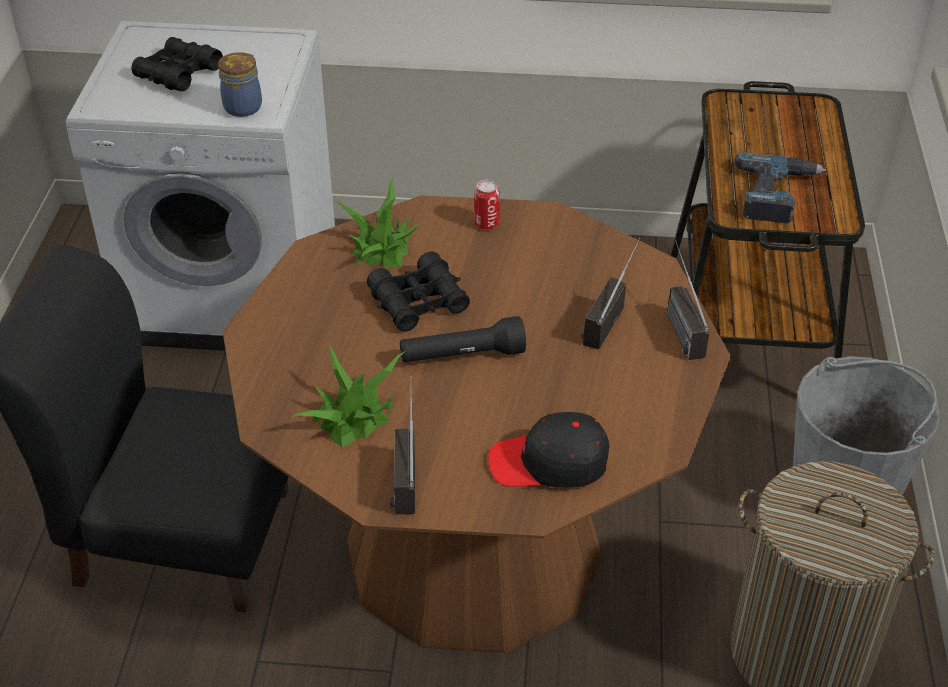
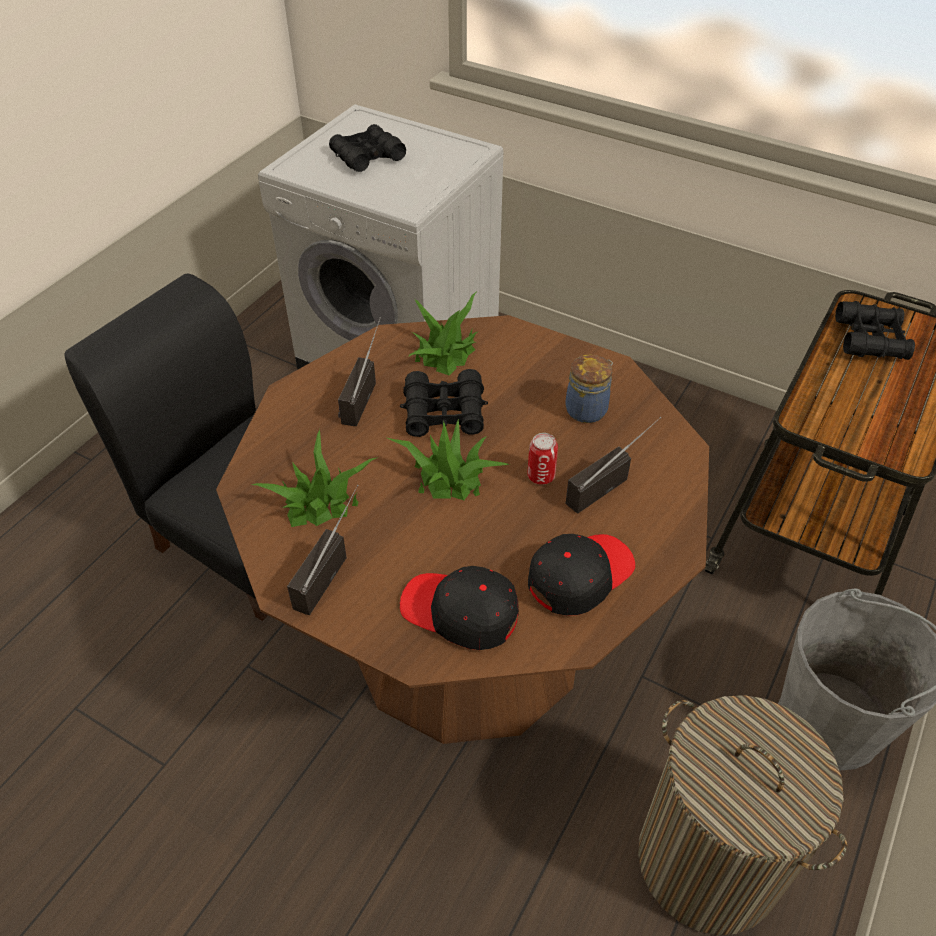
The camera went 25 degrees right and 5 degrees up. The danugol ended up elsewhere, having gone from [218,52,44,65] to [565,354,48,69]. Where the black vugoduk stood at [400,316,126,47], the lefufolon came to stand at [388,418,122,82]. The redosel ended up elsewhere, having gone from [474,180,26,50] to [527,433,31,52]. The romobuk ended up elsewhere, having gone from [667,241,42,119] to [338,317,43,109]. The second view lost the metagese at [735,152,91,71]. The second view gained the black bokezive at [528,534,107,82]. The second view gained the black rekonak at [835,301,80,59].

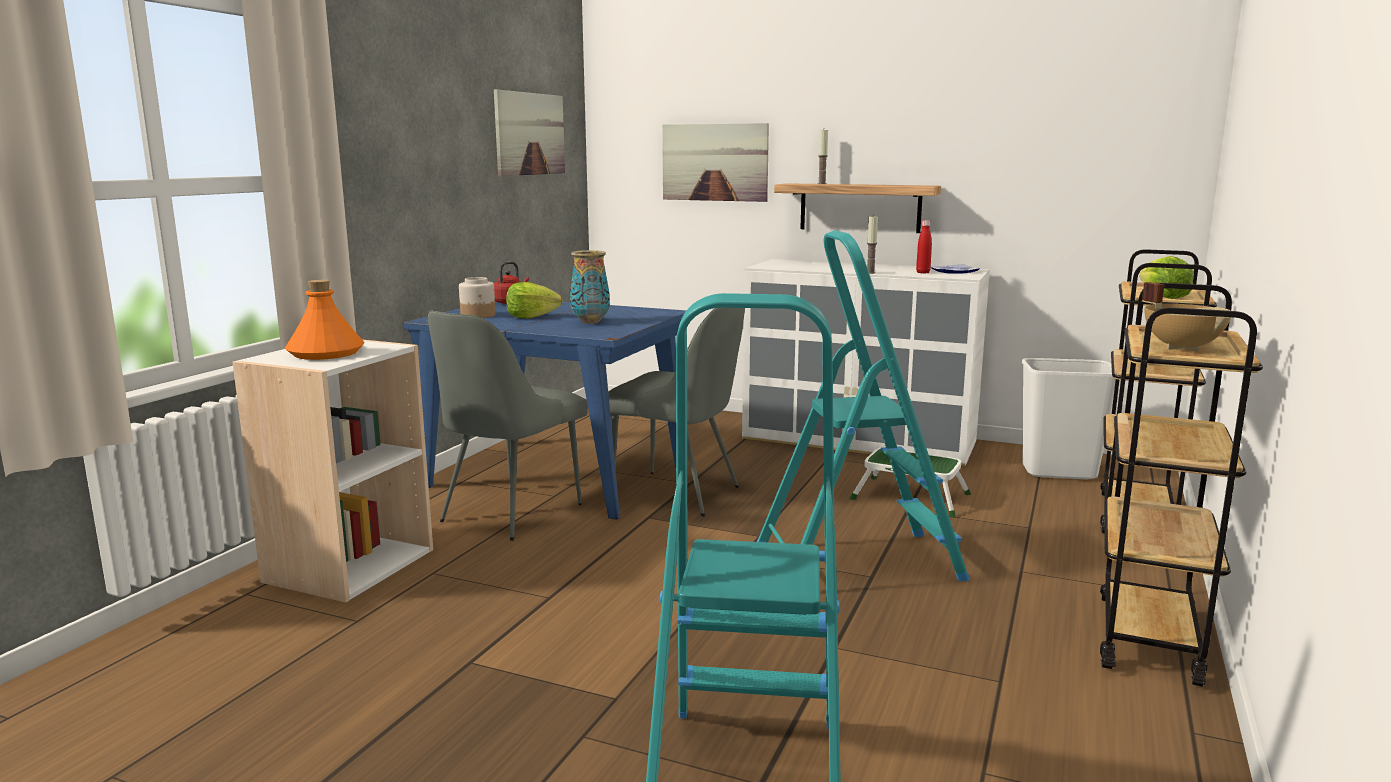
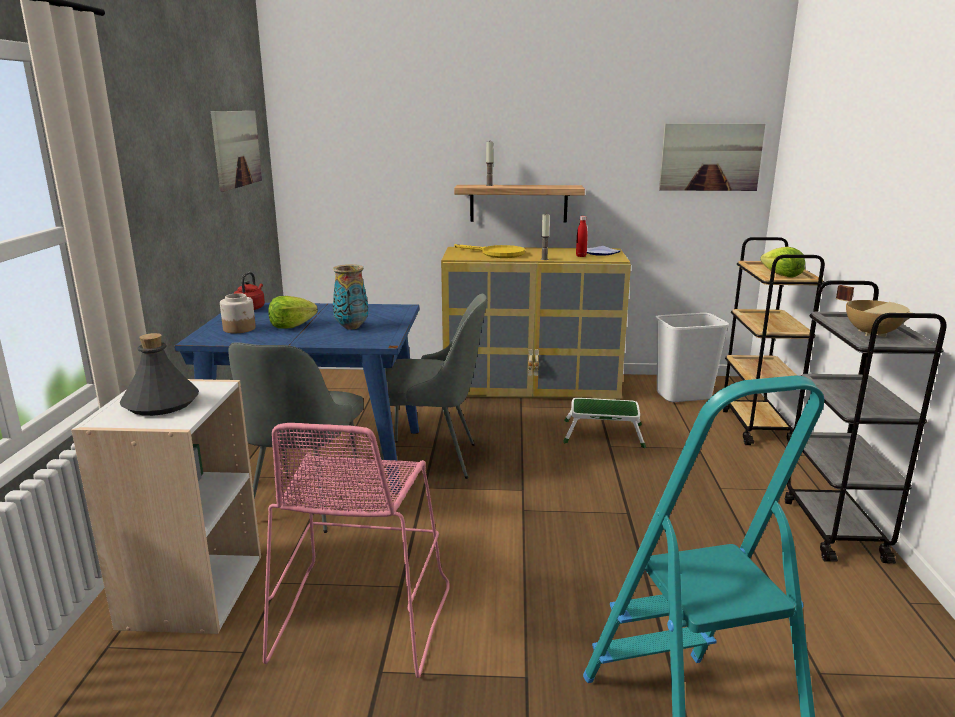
The camera went 20 degrees left and 5 degrees up. What was the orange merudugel at [285,280,80,80] turned into the grey merudugel at [120,333,79,83]. The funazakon ended up elsewhere, having gone from [662,123,107,79] to [659,123,106,68]. What was the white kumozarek at [742,259,248,207] turned into the yellow kumozarek at [441,247,190,153]. The second view lost the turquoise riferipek at [757,230,213,351]. What was the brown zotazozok at [1100,283,163,404] turned into the grey zotazozok at [784,281,162,283]. The second view gained the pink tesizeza at [263,423,187,255]. The second view gained the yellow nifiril at [454,244,71,14].

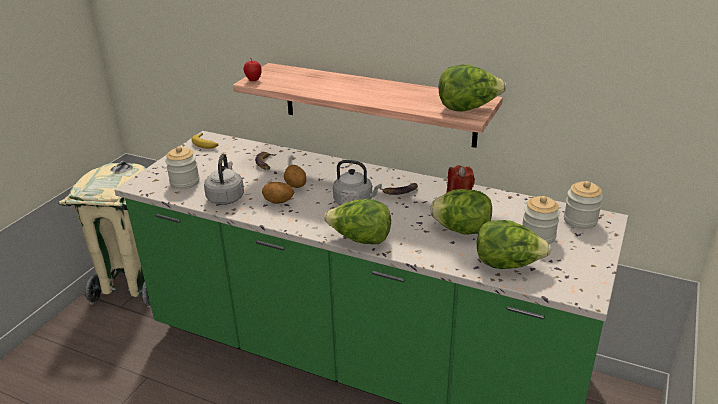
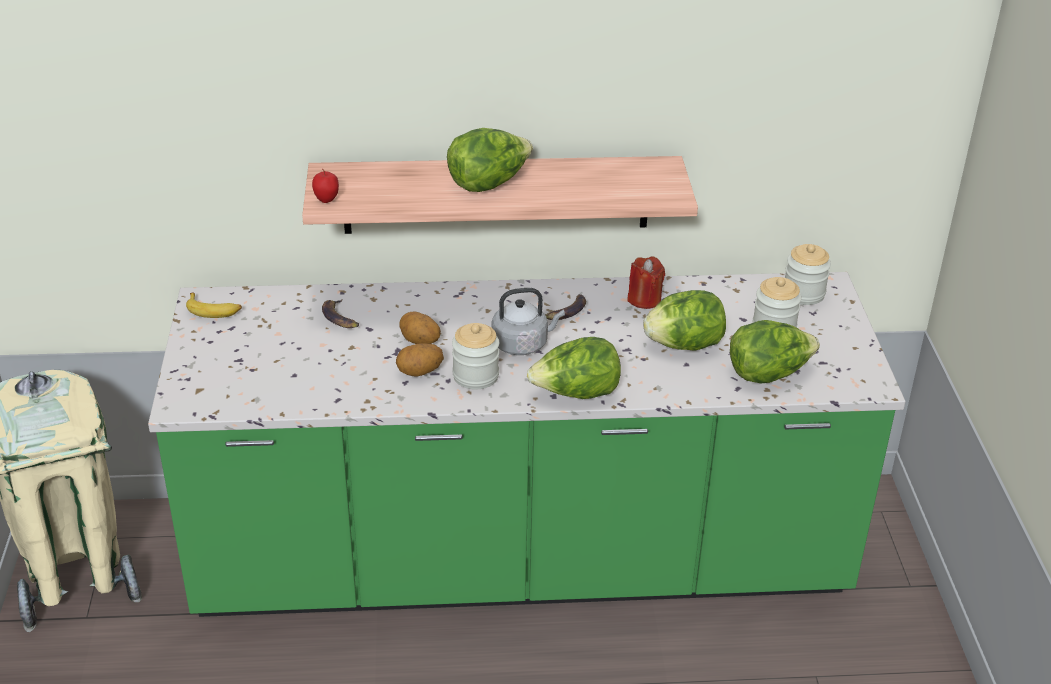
The camera went 30 degrees left and 5 degrees up. The danugol ended up elsewhere, having gone from [165,146,35,43] to [452,323,47,67]. The second view lost the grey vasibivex at [204,154,40,51]. The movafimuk ended up elsewhere, having gone from [439,64,67,47] to [447,128,86,64].

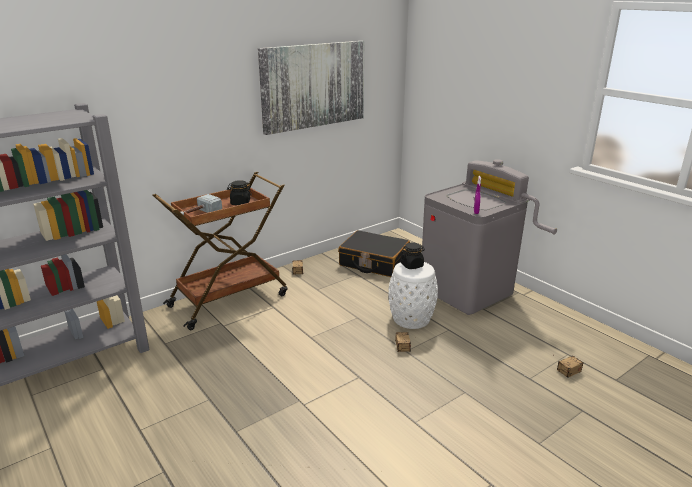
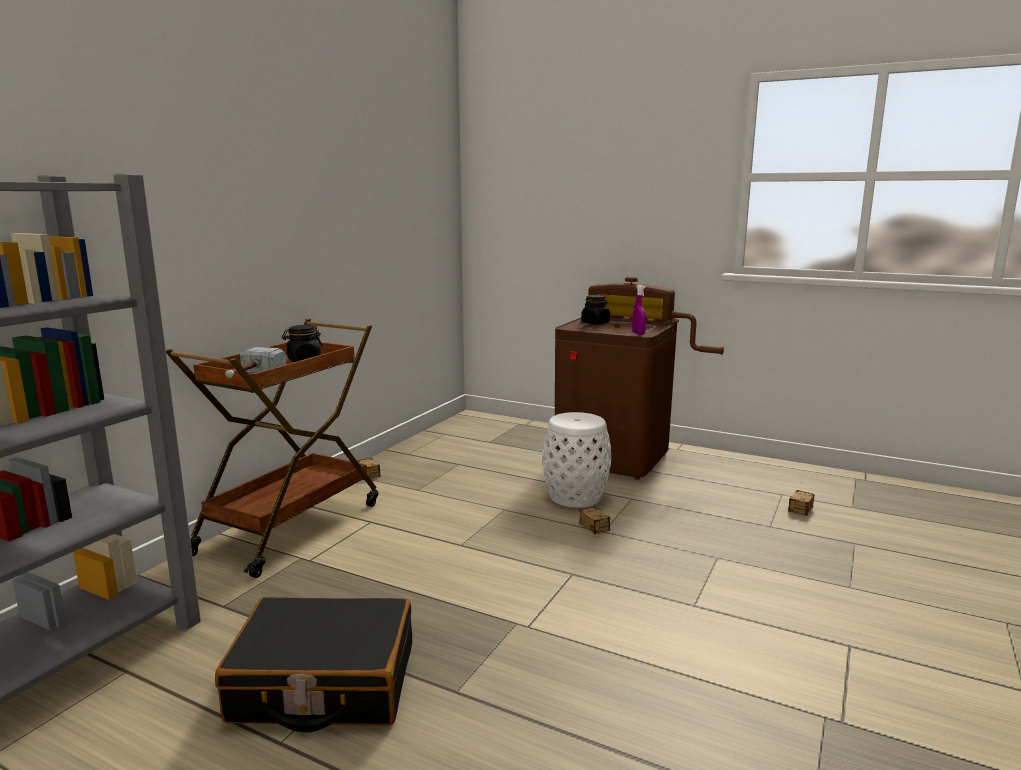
The camera went 25 degrees left and 10 degrees down. The second view lost the funazakon at [258,41,106,94]. The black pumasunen ended up elsewhere, having gone from [338,230,72,47] to [215,597,197,135]. The black danugol ended up elsewhere, having gone from [401,242,24,27] to [581,295,29,30]. What was the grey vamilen at [422,159,135,156] turned into the brown vamilen at [554,277,170,203].

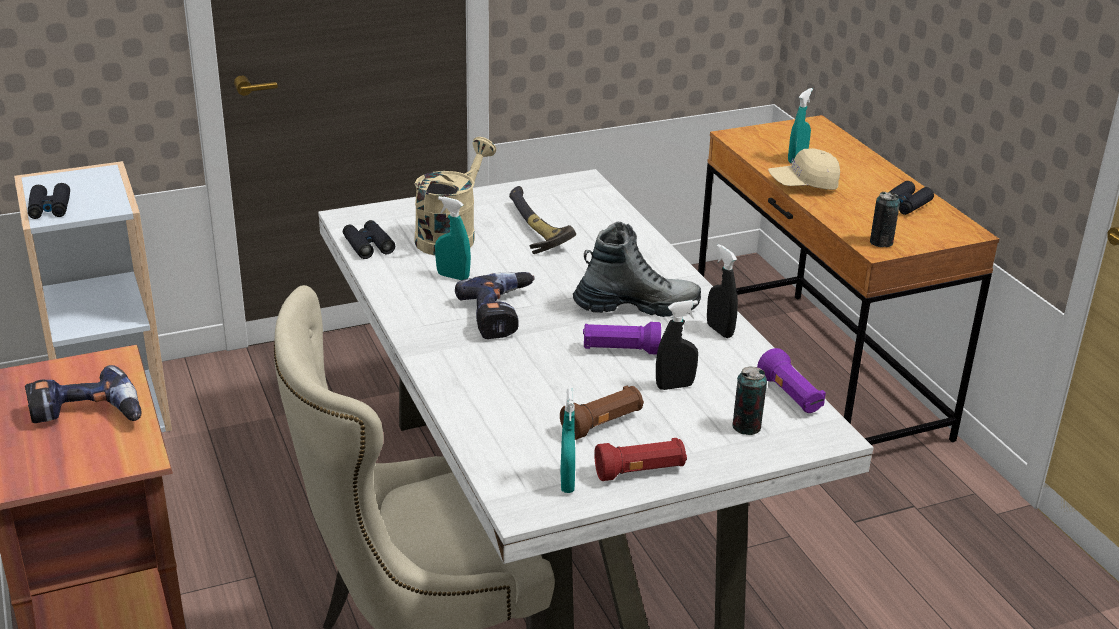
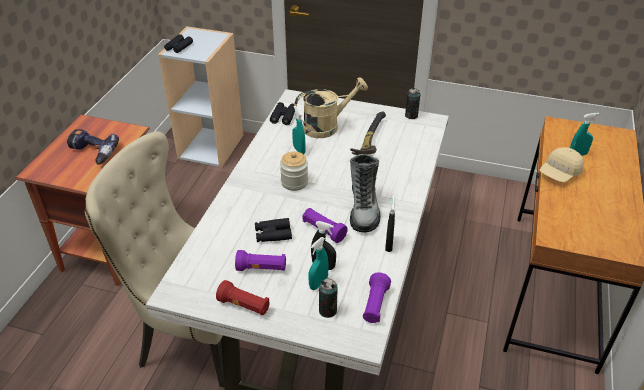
The camera went 40 degrees right and 10 degrees up. Where the metagese stood at [455,272,80,67], the danugol came to stand at [280,151,28,40]. What was the brown vugoduk at [560,385,84,55] turned into the purple vugoduk at [235,250,51,21]. The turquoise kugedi ended up elsewhere, having gone from [560,388,15,105] to [308,237,21,53]. The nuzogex at [573,222,128,95] ended up facing another way, 60 degrees clockwise from before. The beige bokezive at [768,148,72,42] ended up facing another way, 75 degrees counterclockwise from before. The redosel ended up elsewhere, having gone from [870,191,30,56] to [405,88,15,31]. The black rekonak ended up elsewhere, having gone from [889,181,45,34] to [255,218,37,24].

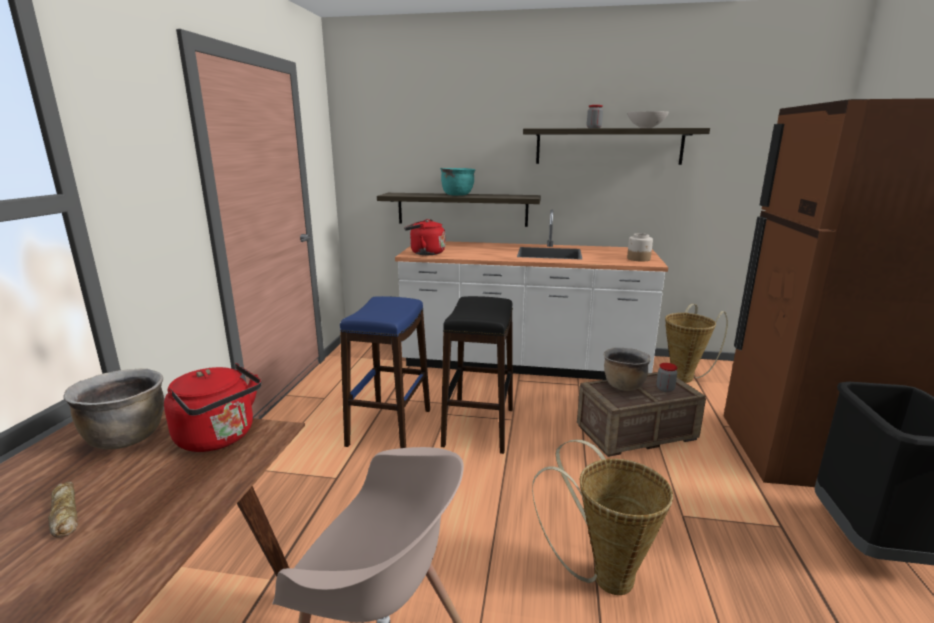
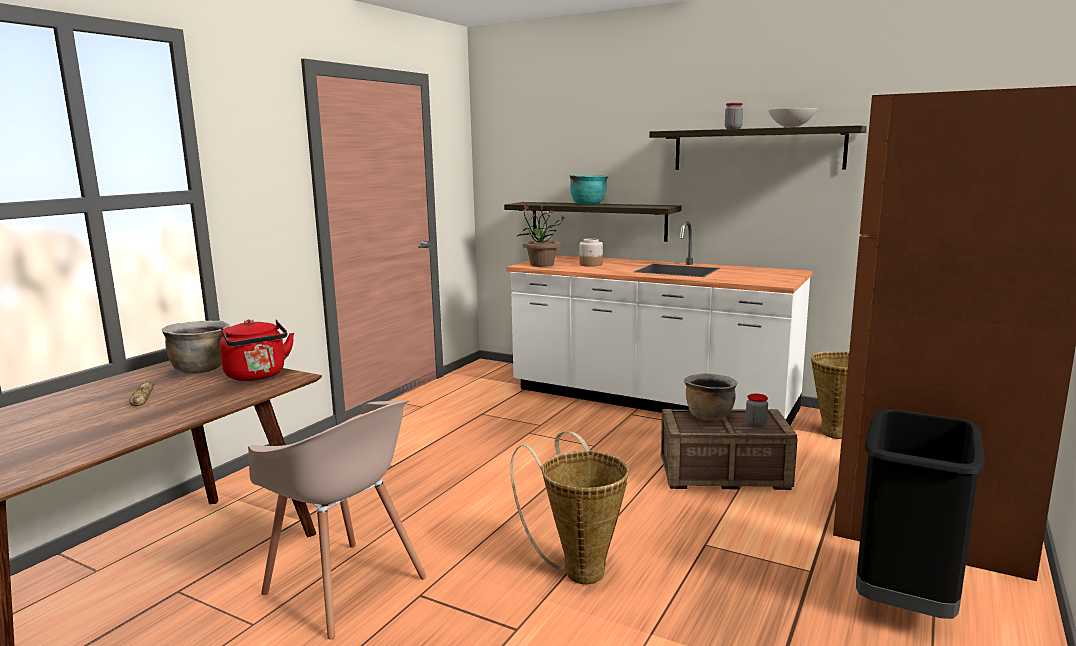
The camera went 20 degrees right and 5 degrees down. The second view lost the blue tesizeza at [340,296,90,152]. Where the red vasibivex stood at [404,219,41,36], the lefufolon came to stand at [516,204,50,63]. The second view lost the black tesizeza at [441,296,72,158]. The danugol ended up elsewhere, having gone from [627,233,26,29] to [579,238,24,29].

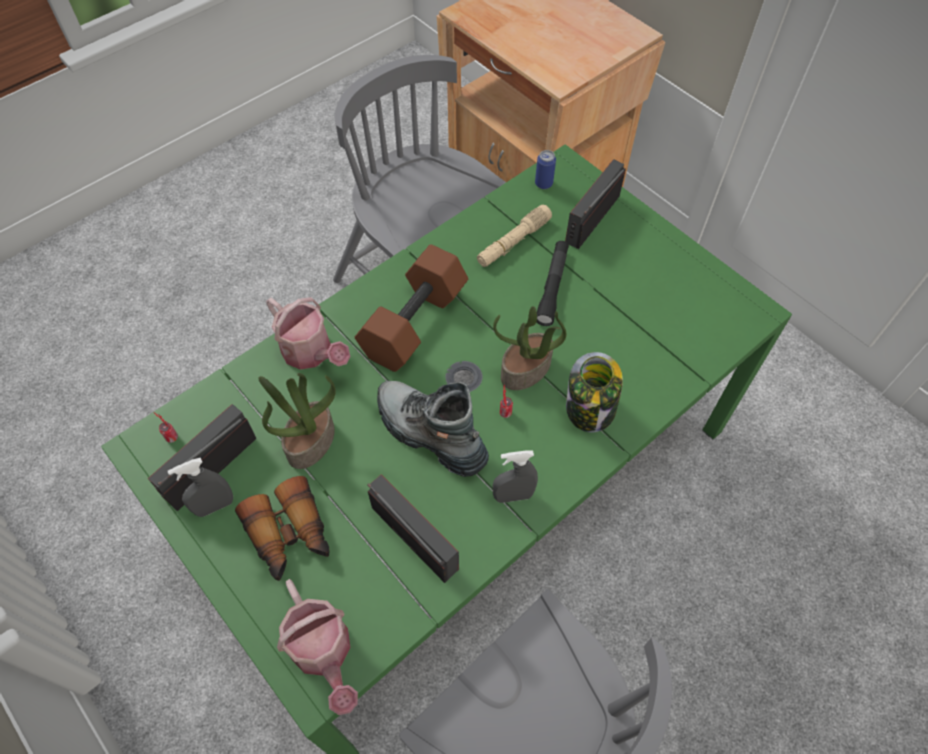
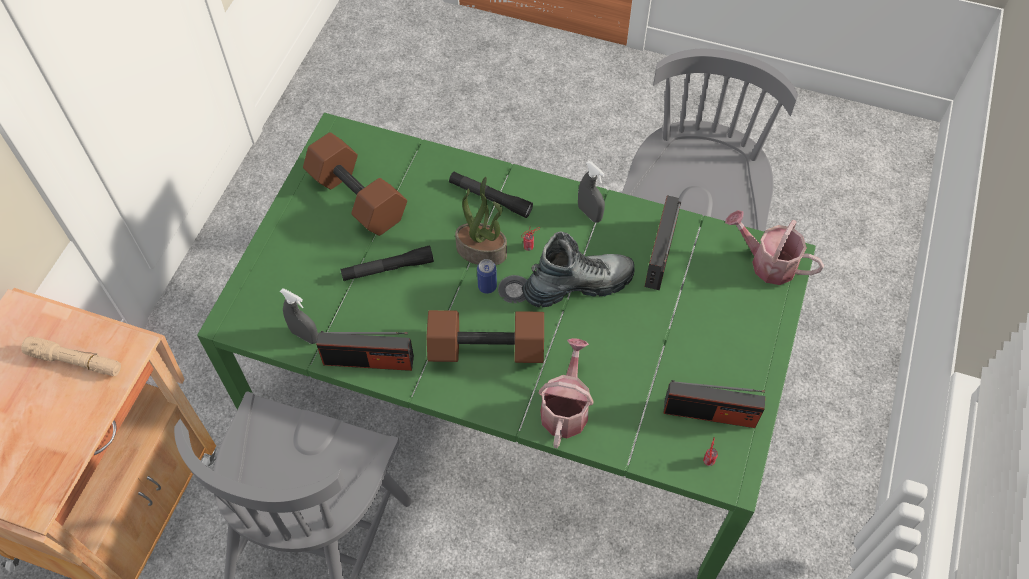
The camera went 120 degrees left and 0 degrees up. The grey kugedi ended up elsewhere, having gone from [168,458,65,59] to [280,288,38,56]. The second view lost the rekonak at [235,476,94,105]. The second view lost the lefufolon at [258,373,78,96]. The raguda at [277,579,81,136] ended up facing another way, 90 degrees counterclockwise from before. The nuzogex at [377,380,112,97] ended up facing another way, 120 degrees counterclockwise from before. The beige vugoduk ended up elsewhere, having gone from [477,205,75,62] to [21,336,100,40]. The redosel ended up elsewhere, having gone from [535,150,21,39] to [477,259,20,35]. The romobuk ended up elsewhere, having gone from [565,159,61,90] to [316,331,98,40]. Where the danugol stood at [566,352,57,81], the black vugoduk came to stand at [449,172,84,46]. The second view gained the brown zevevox at [303,132,104,104].

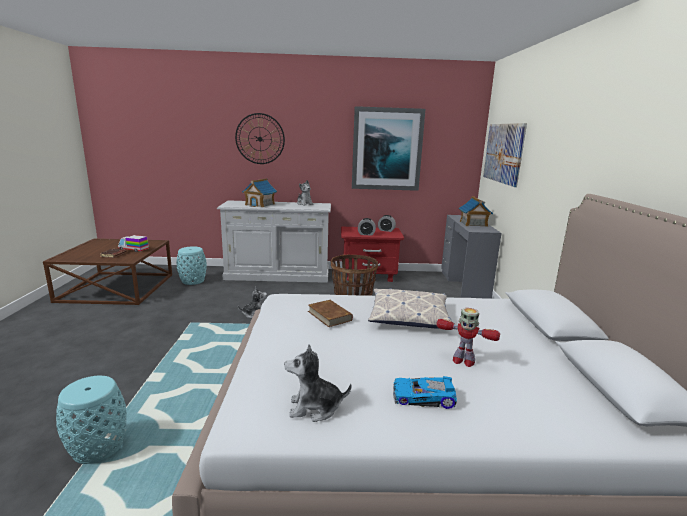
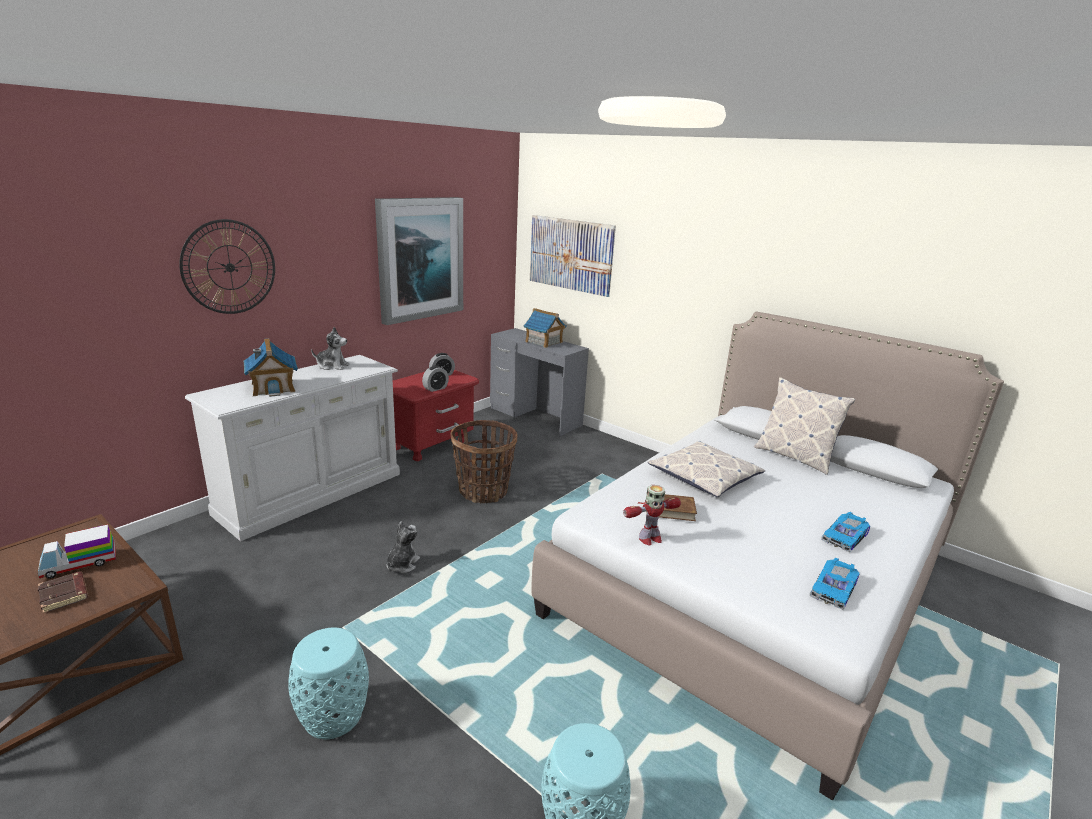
The camera went 50 degrees left and 5 degrees up. The turquoise tesizeza ended up elsewhere, having gone from [176,246,31,39] to [288,627,81,112]. Where the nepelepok stood at [284,344,68,78], the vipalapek came to stand at [810,558,49,52]. The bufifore ended up elsewhere, having gone from [436,308,64,59] to [623,485,58,60]. The second view gained the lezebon at [754,377,102,98].

